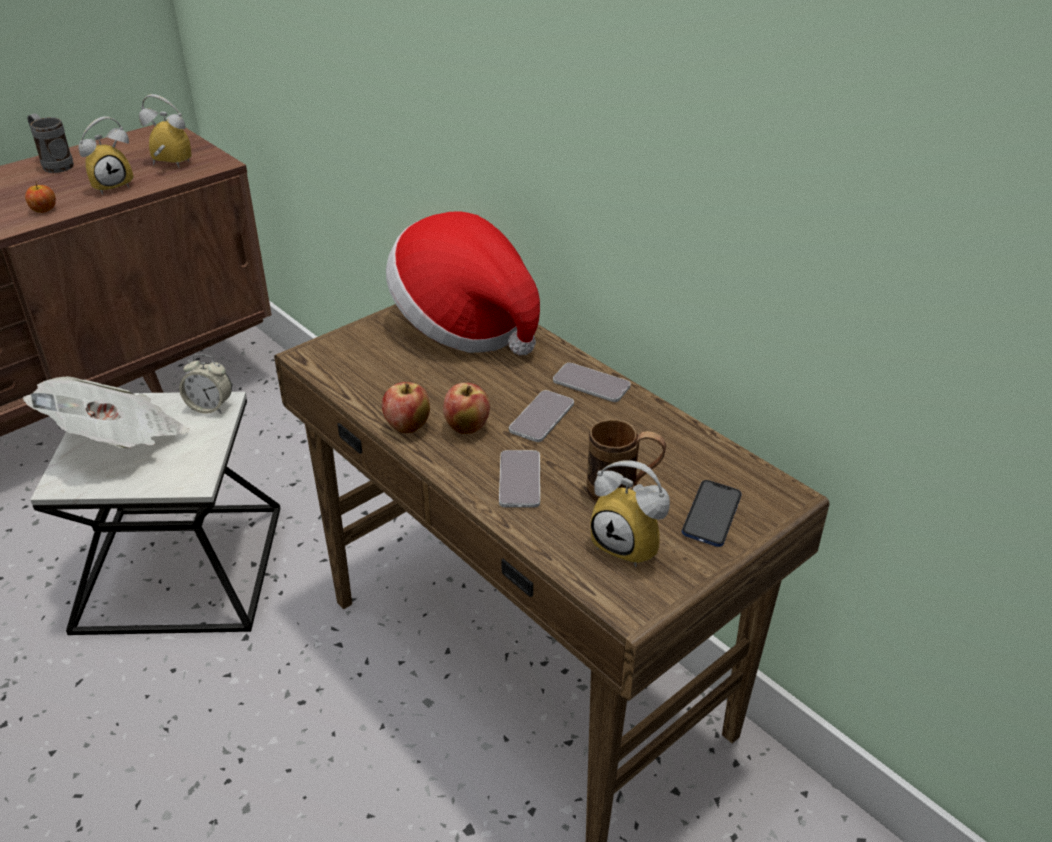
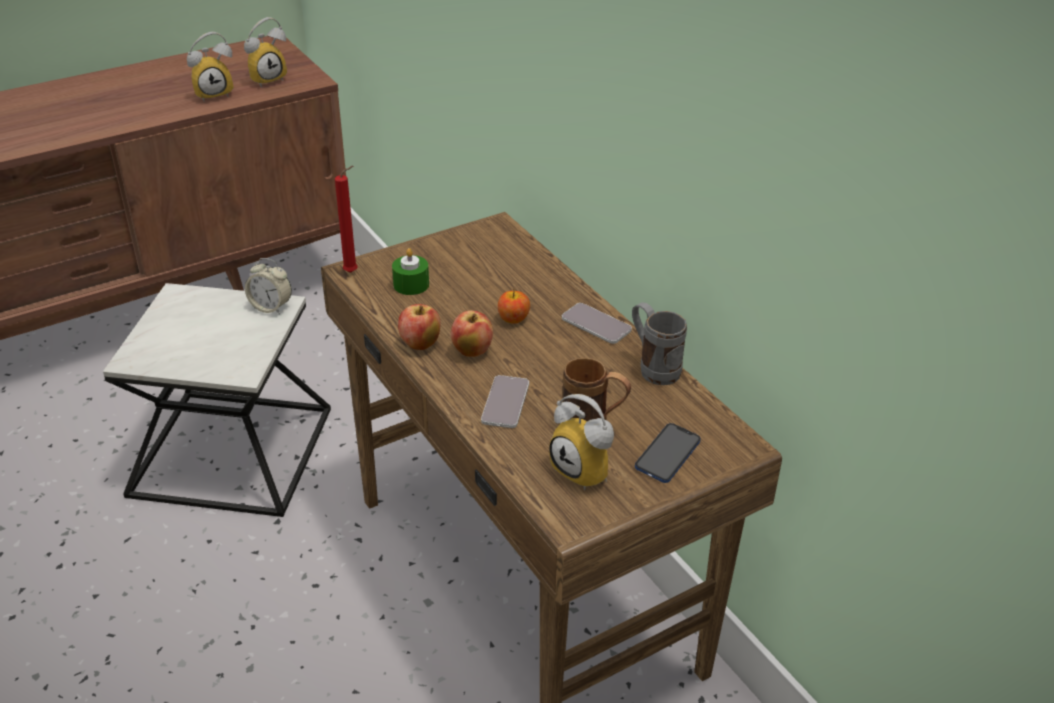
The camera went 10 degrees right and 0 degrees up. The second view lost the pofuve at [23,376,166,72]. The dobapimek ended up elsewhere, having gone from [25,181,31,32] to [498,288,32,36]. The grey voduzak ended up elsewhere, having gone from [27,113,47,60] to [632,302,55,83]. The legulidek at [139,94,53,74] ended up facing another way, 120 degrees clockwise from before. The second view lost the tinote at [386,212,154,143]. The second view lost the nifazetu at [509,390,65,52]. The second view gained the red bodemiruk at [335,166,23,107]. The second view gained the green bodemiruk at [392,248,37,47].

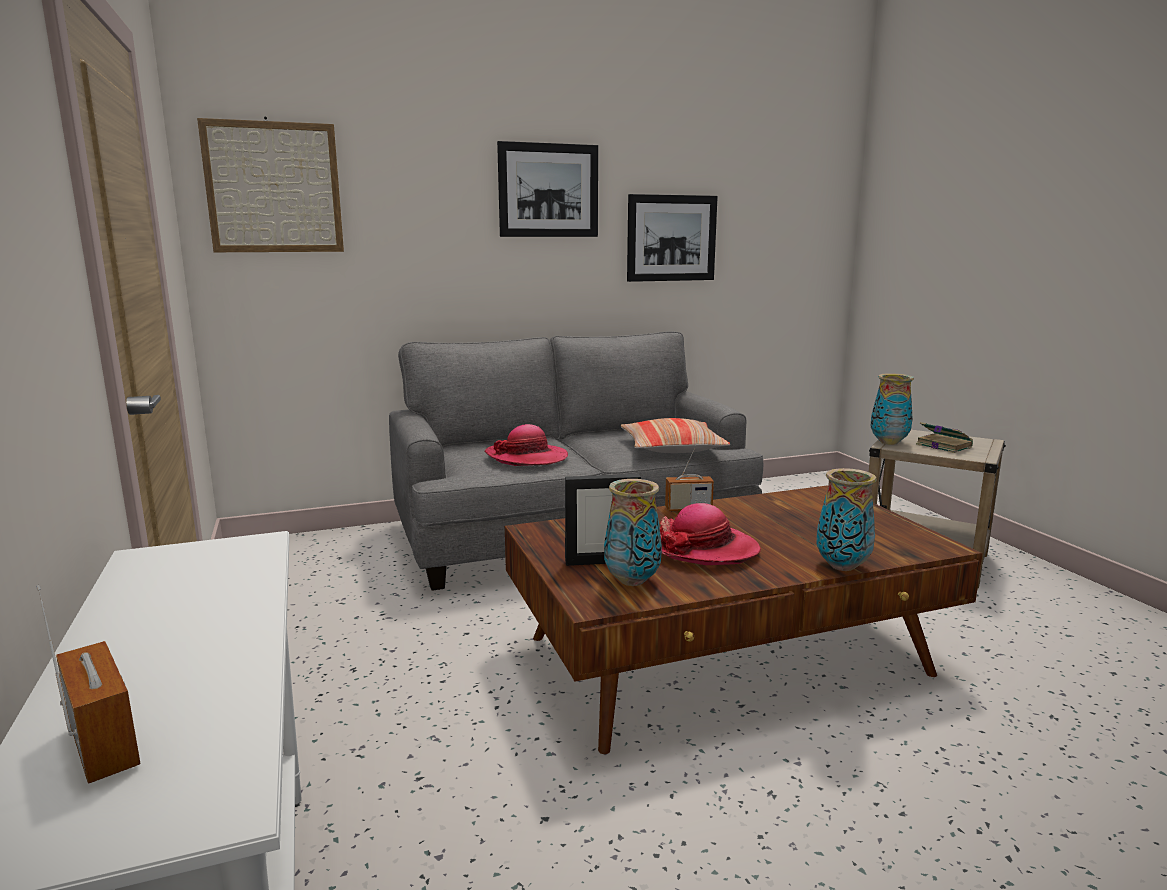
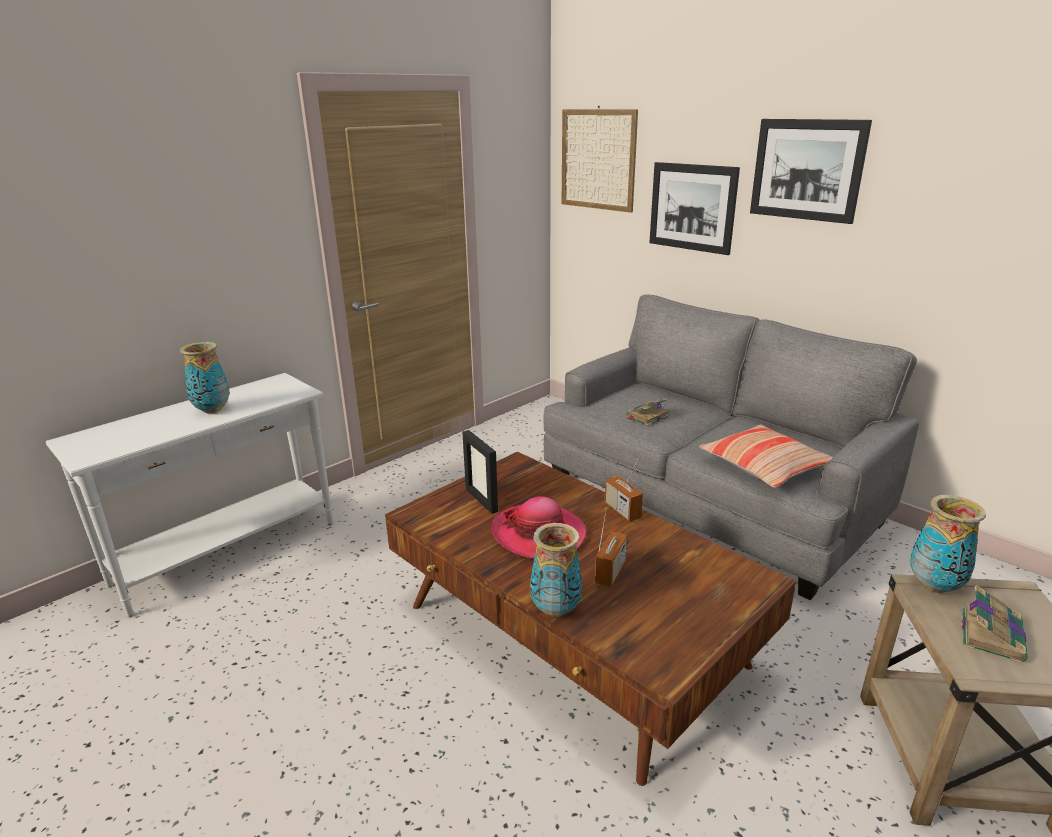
The camera went 65 degrees right and 10 degrees up. The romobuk ended up elsewhere, having gone from [36,585,104,199] to [595,507,33,80]. Where the tinote stood at [484,424,84,42], the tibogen came to stand at [626,398,44,28]. The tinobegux ended up elsewhere, having gone from [604,479,58,107] to [180,342,50,71]. The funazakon ended up elsewhere, having gone from [627,194,91,88] to [649,162,91,93].

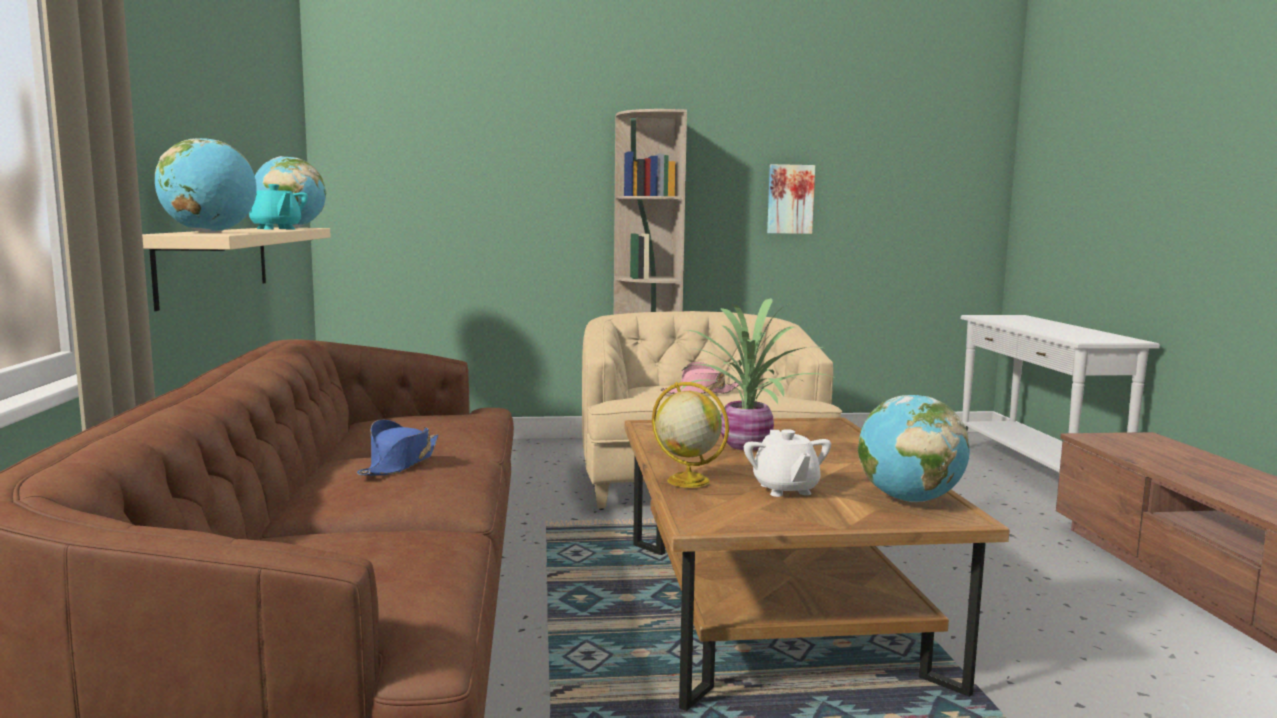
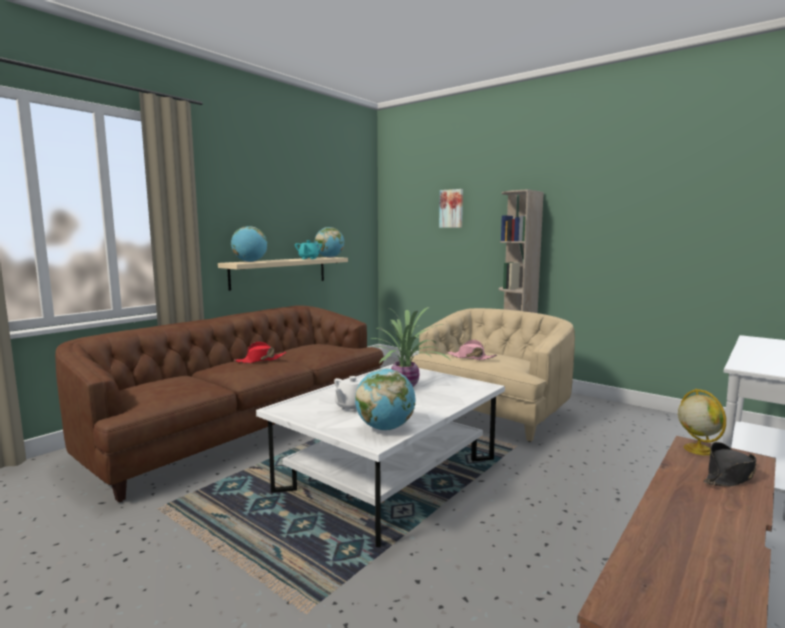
The camera went 45 degrees right and 0 degrees up. What was the blue tinote at [357,420,81,56] turned into the red tinote at [234,341,53,22]. What was the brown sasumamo at [625,418,385,293] turned into the white sasumamo at [256,364,249,183]. The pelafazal ended up elsewhere, having gone from [652,382,77,106] to [678,389,48,67]. The funazakon ended up elsewhere, having gone from [767,164,48,70] to [439,189,24,39]. The second view gained the black tinote at [704,442,52,45].

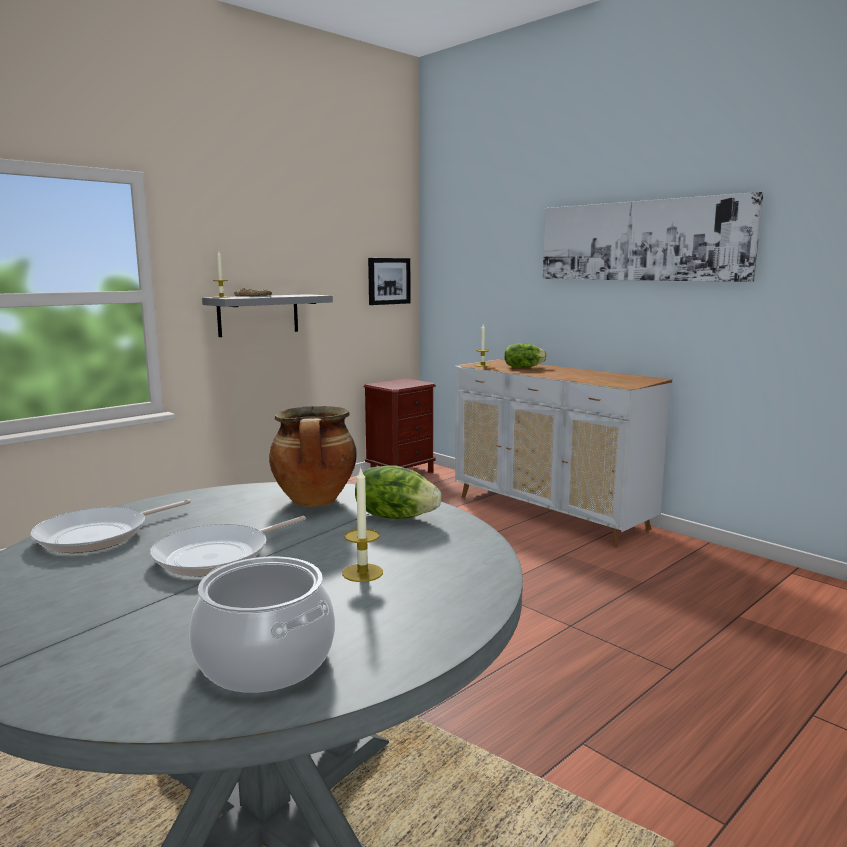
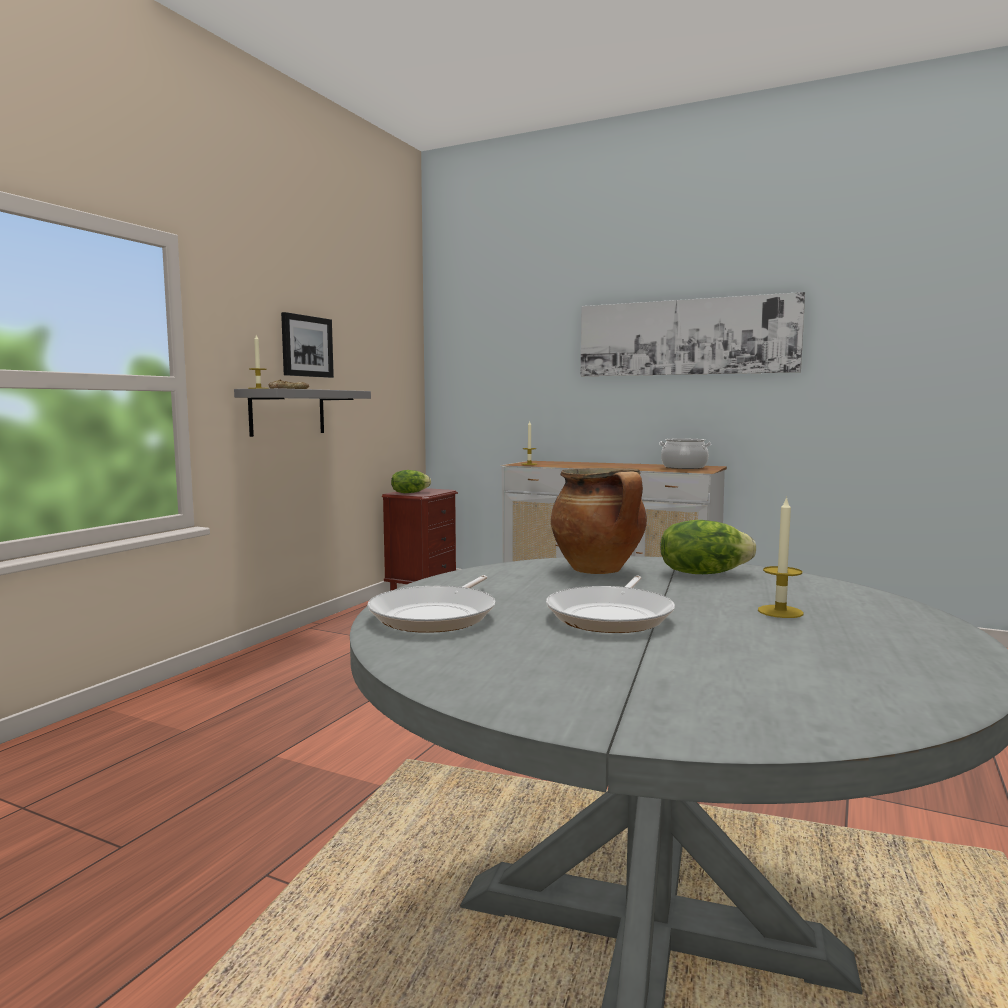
The camera went 20 degrees left and 5 degrees down. The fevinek ended up elsewhere, having gone from [189,557,146,136] to [659,439,52,30]. The funazakon ended up elsewhere, having gone from [368,258,43,47] to [281,312,53,66]. The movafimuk ended up elsewhere, having gone from [504,343,43,25] to [391,470,40,23].

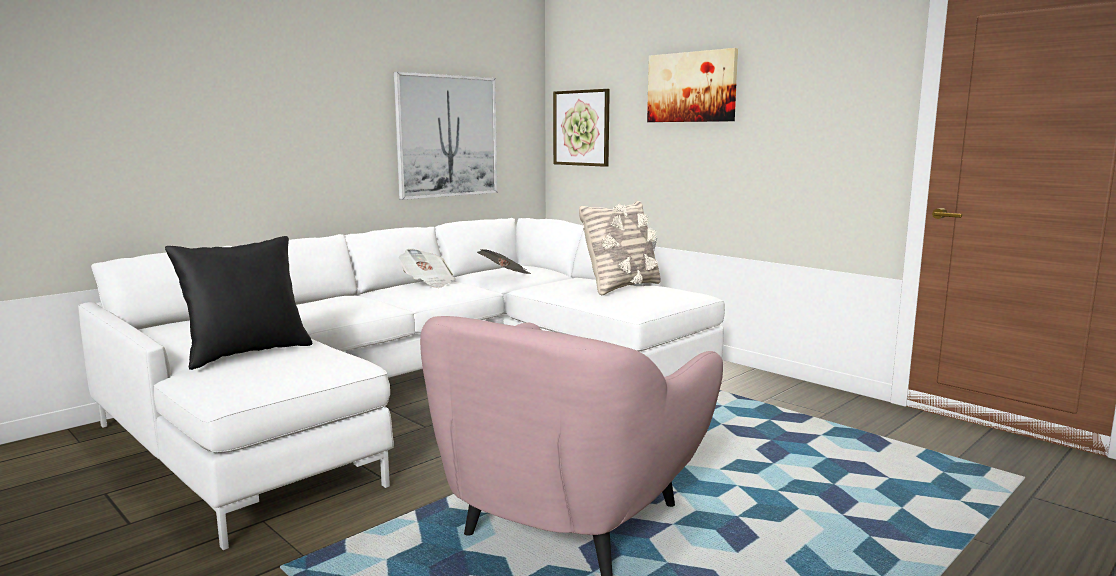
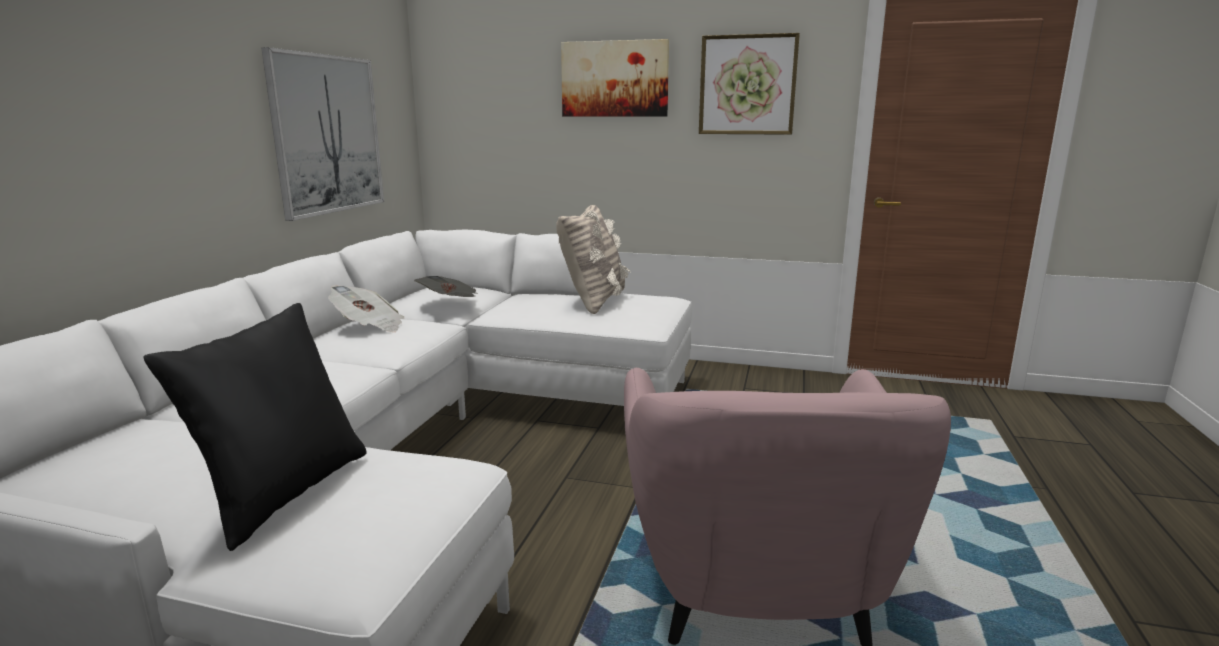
The camera went 30 degrees left and 5 degrees up. The funazakon ended up elsewhere, having gone from [553,89,57,78] to [699,33,101,102].

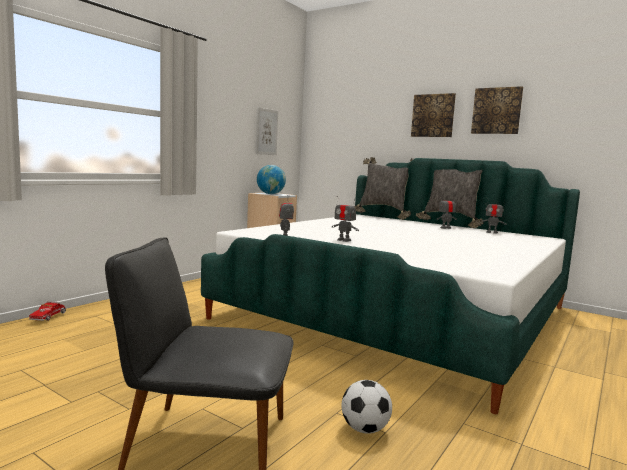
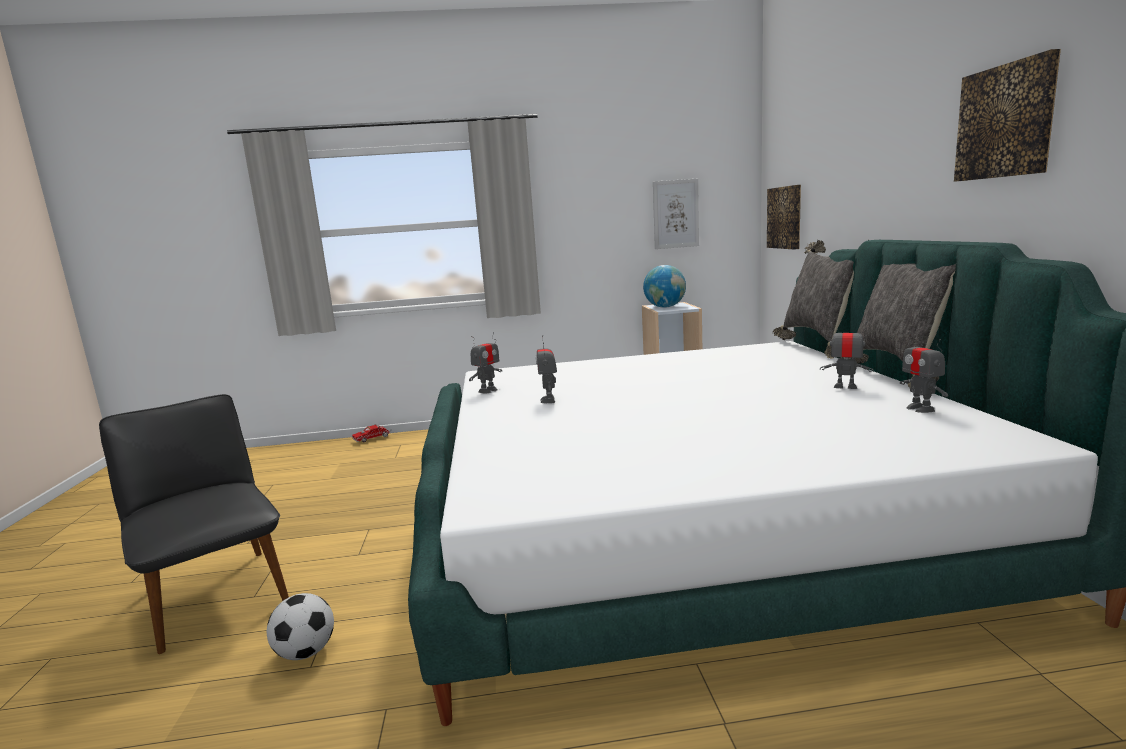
The camera went 50 degrees right and 5 degrees up. The funazakon ended up elsewhere, having gone from [411,93,45,44] to [767,185,34,64].

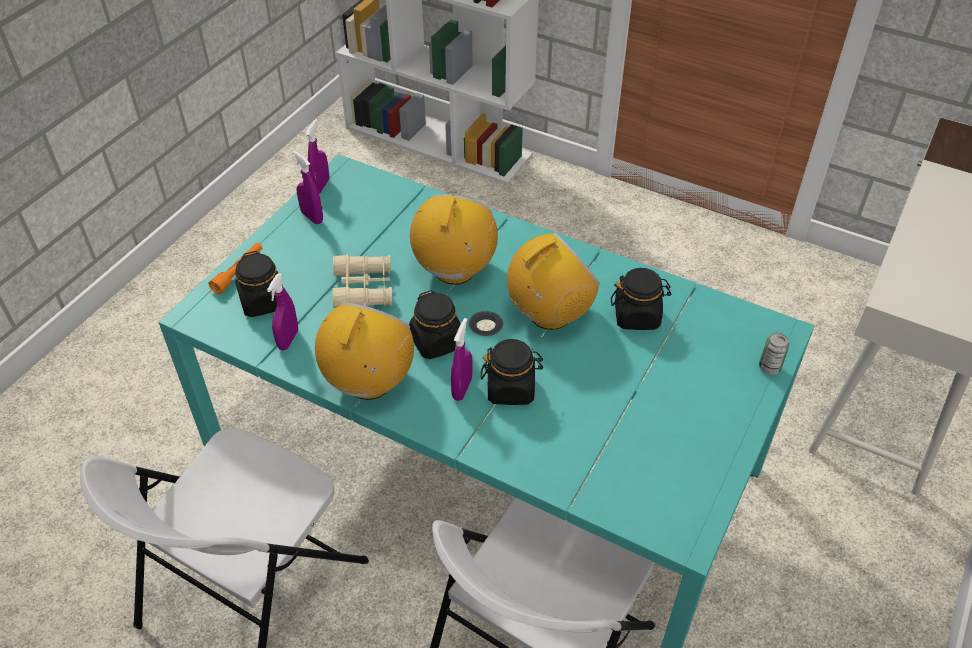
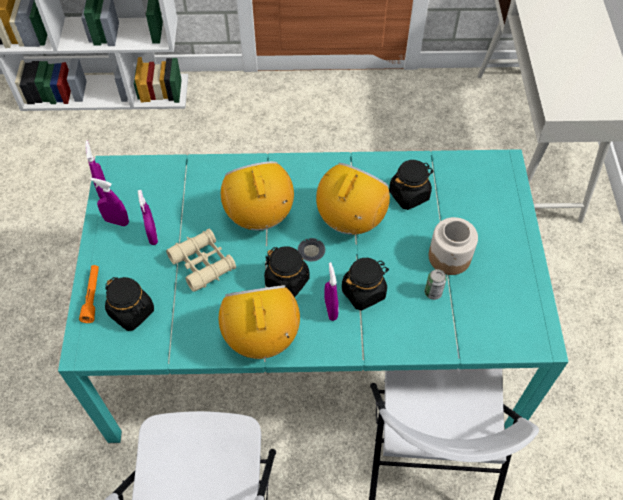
The camera went 30 degrees left and 10 degrees up. The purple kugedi ended up elsewhere, having gone from [267,273,31,77] to [138,190,20,55]. The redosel ended up elsewhere, having gone from [759,333,30,42] to [425,269,22,31]. The second view gained the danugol at [429,217,49,58].

